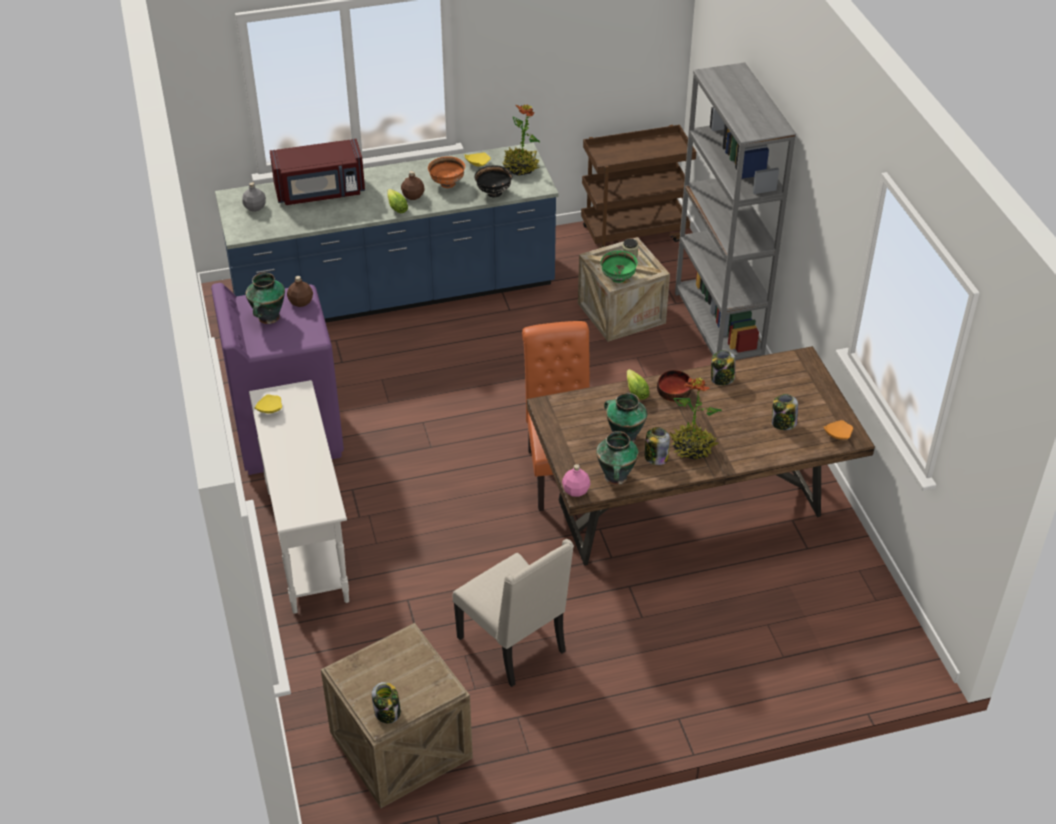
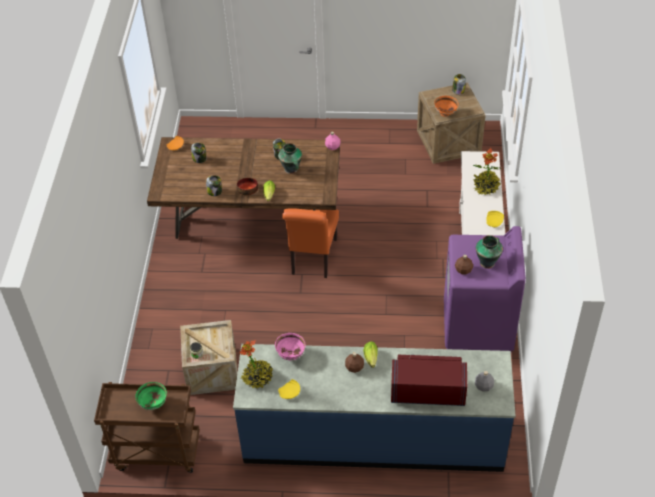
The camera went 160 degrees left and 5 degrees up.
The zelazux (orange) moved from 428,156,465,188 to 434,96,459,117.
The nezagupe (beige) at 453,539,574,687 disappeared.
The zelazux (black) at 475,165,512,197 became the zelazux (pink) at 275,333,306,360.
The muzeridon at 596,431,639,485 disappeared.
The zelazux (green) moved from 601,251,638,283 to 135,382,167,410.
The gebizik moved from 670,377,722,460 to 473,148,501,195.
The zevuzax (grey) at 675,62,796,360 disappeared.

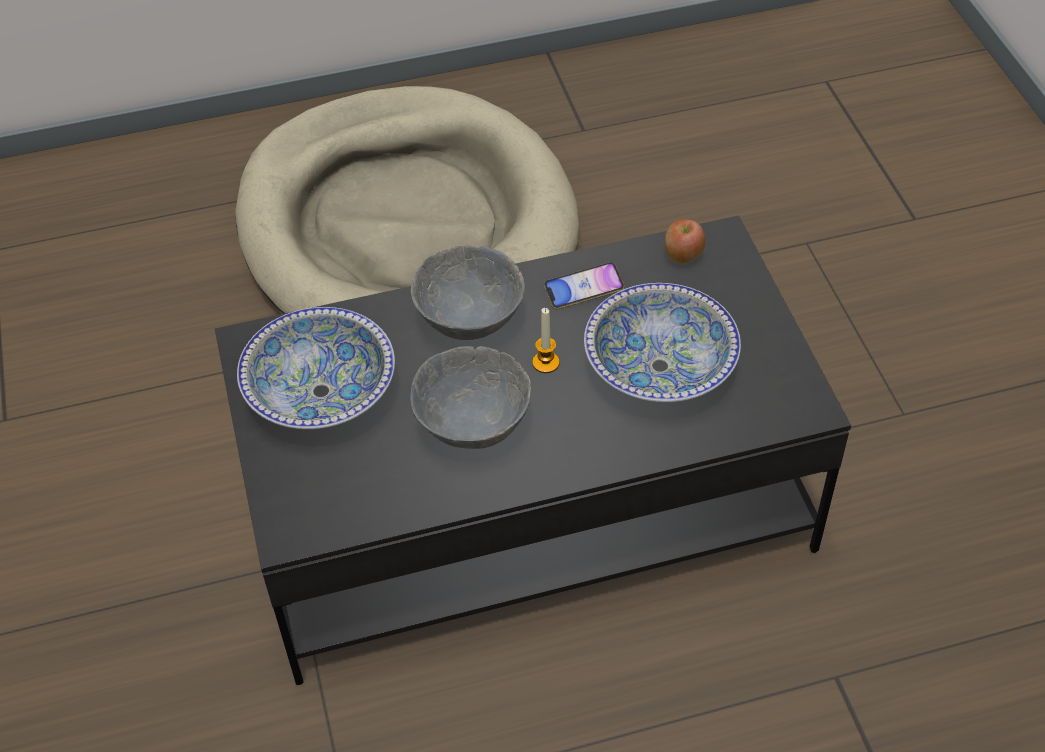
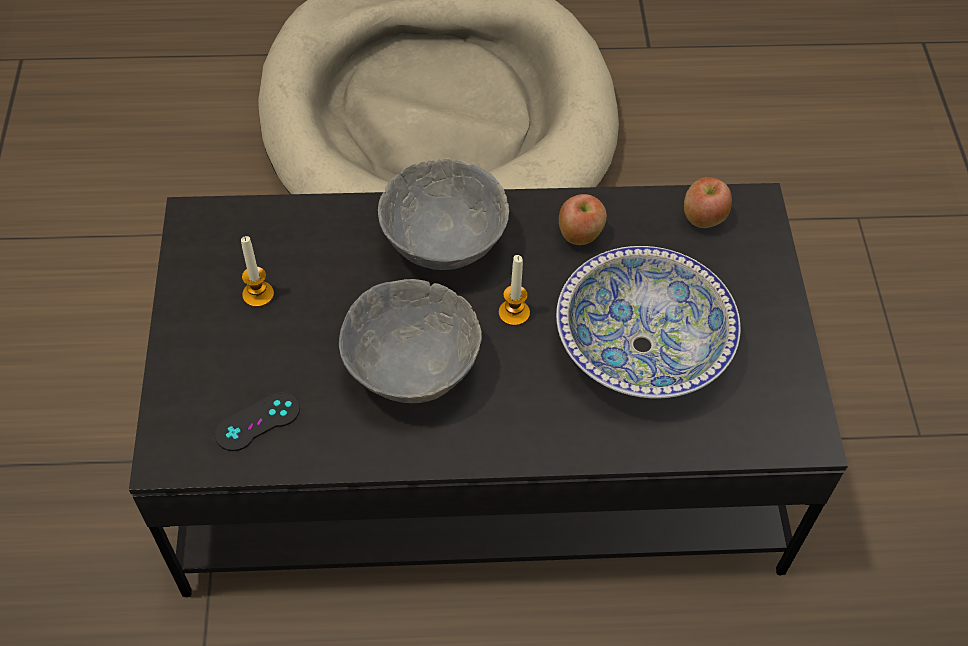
The camera went 10 degrees right and 5 degrees up.
The zelazux at 237,307,395,429 was replaced by the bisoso at 241,236,274,307.
The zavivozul at 544,262,625,310 was replaced by the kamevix at 559,194,607,245.
The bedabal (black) at 215,392,300,451 appeared.

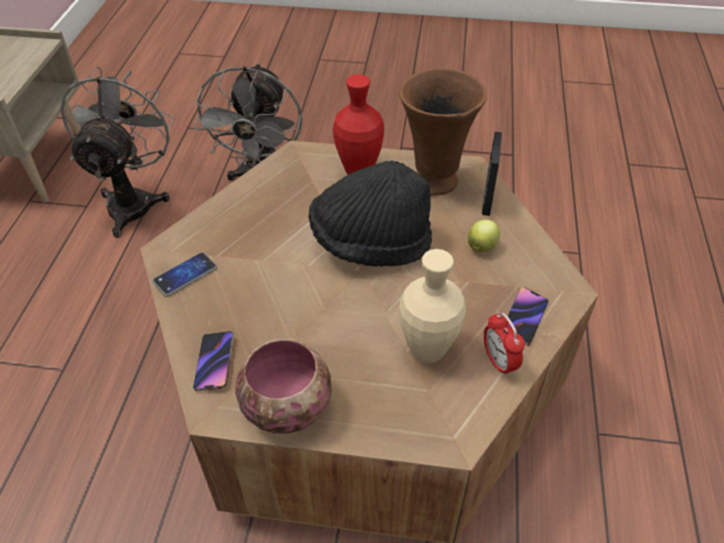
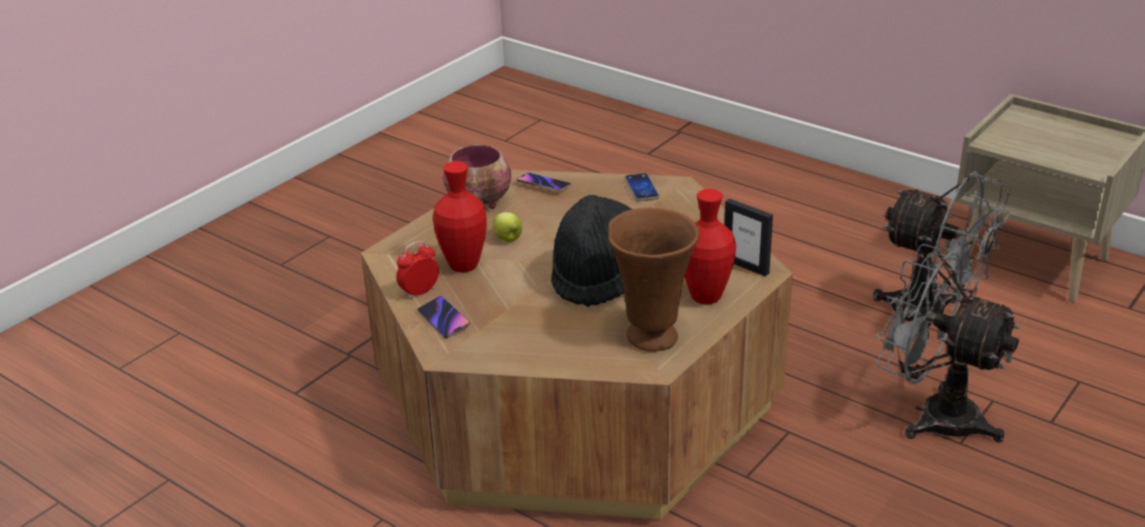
The camera went 120 degrees right and 15 degrees down.
The muzeridon (beige) at 399,249,466,363 became the muzeridon (red) at 433,161,487,273.
The kamevix moved from 468,220,500,252 to 493,212,522,242.
The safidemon moved from 482,132,502,216 to 724,199,773,276.
The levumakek at 484,312,525,376 turned 45 degrees counterclockwise.

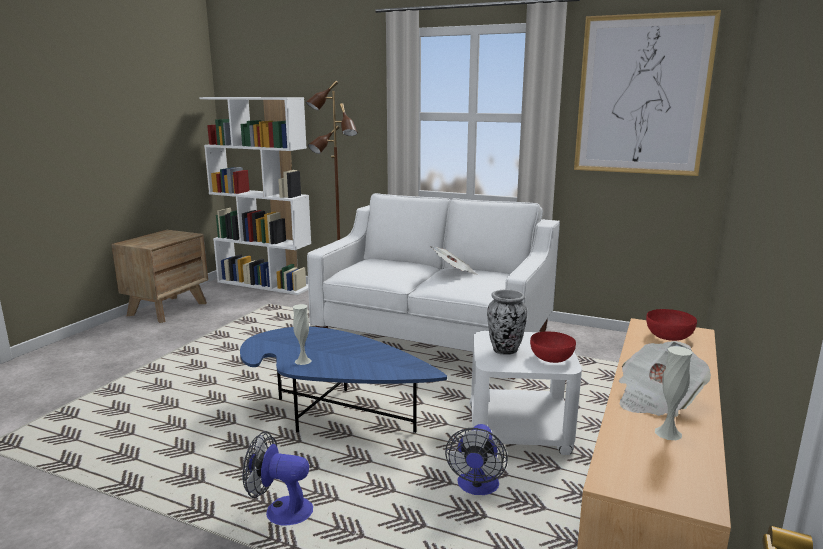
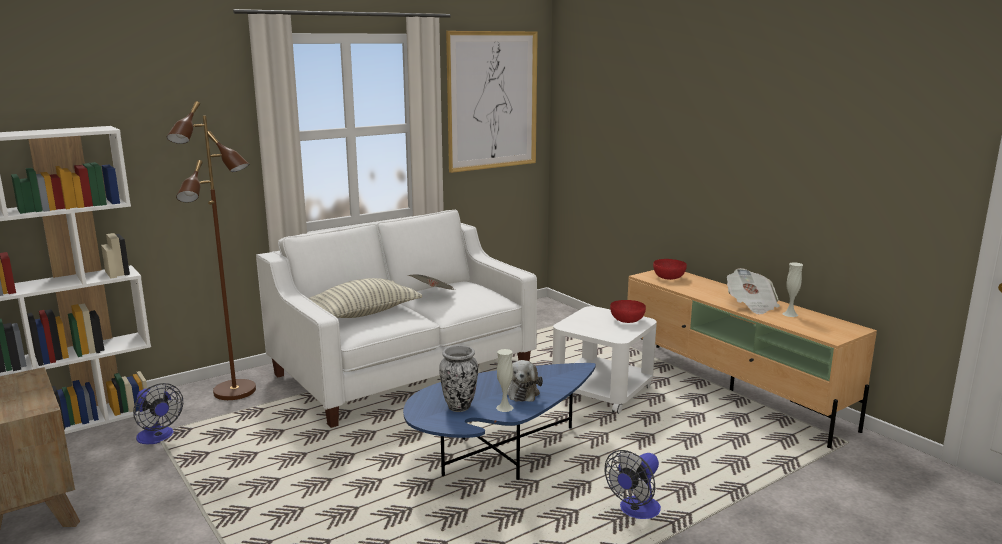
The camera went 60 degrees left and 0 degrees up.
The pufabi moved from 445,424,508,495 to 133,383,183,444.
The muzeridon moved from 487,290,527,355 to 439,345,478,412.
The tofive at 308,278,422,318 appeared.
The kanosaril at 507,360,543,402 appeared.

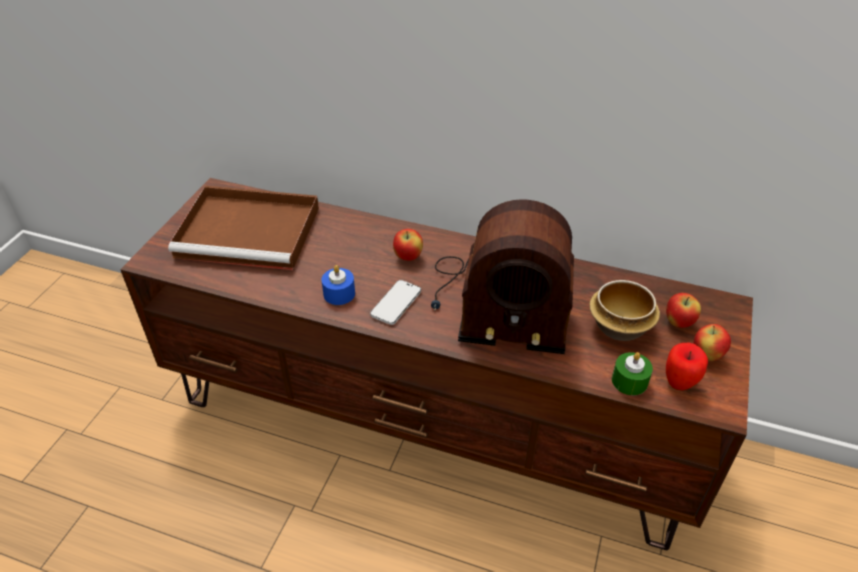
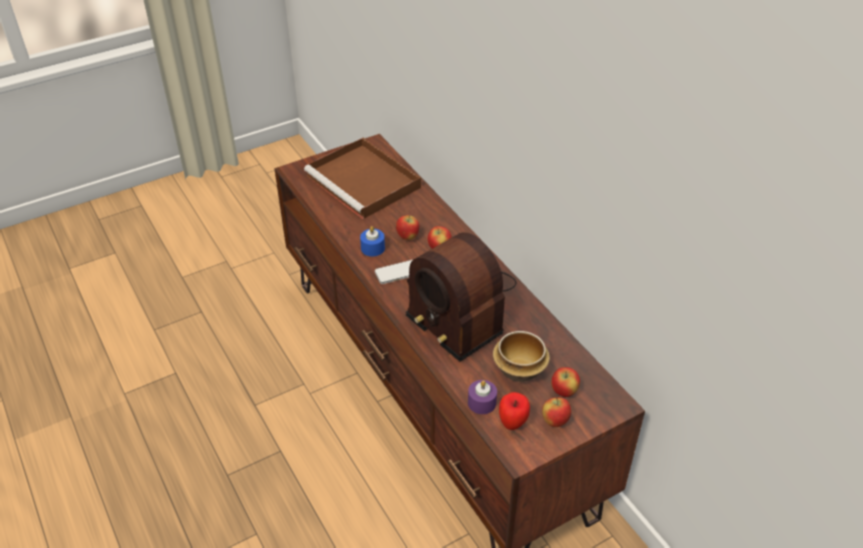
The camera went 40 degrees right and 0 degrees up.
The bisoso (green) at 612,352,653,395 became the bisoso (purple) at 468,380,497,414.
The kamevix at 396,215,419,240 appeared.

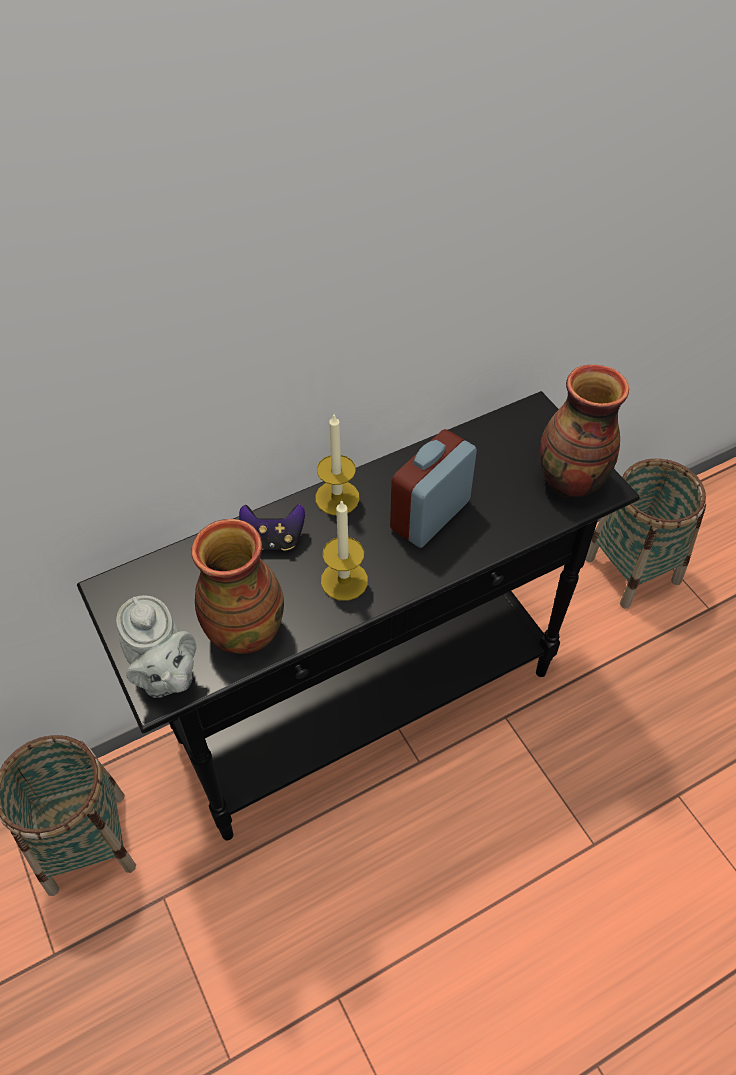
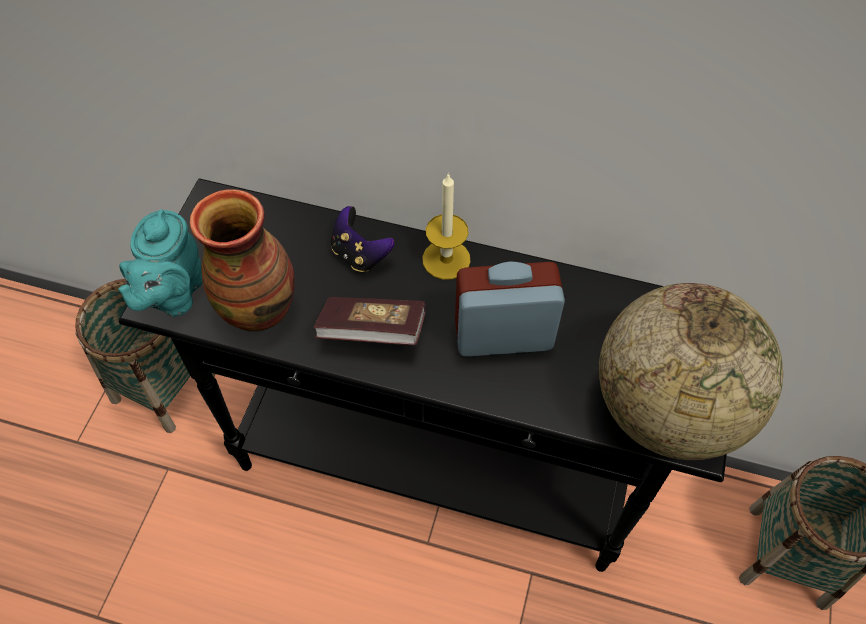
The camera went 45 degrees right and 5 degrees up.
The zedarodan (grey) at 116,595,196,698 became the zedarodan (turquoise) at 118,209,203,317.
The bisoso at 321,500,368,601 was replaced by the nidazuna at 314,297,426,345.
The muzeridon at 540,365,629,497 was replaced by the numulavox at 599,283,783,460.

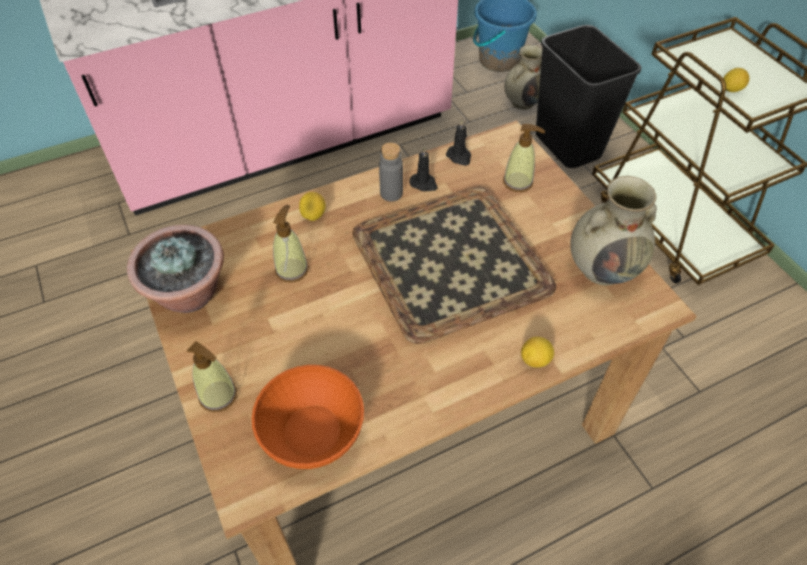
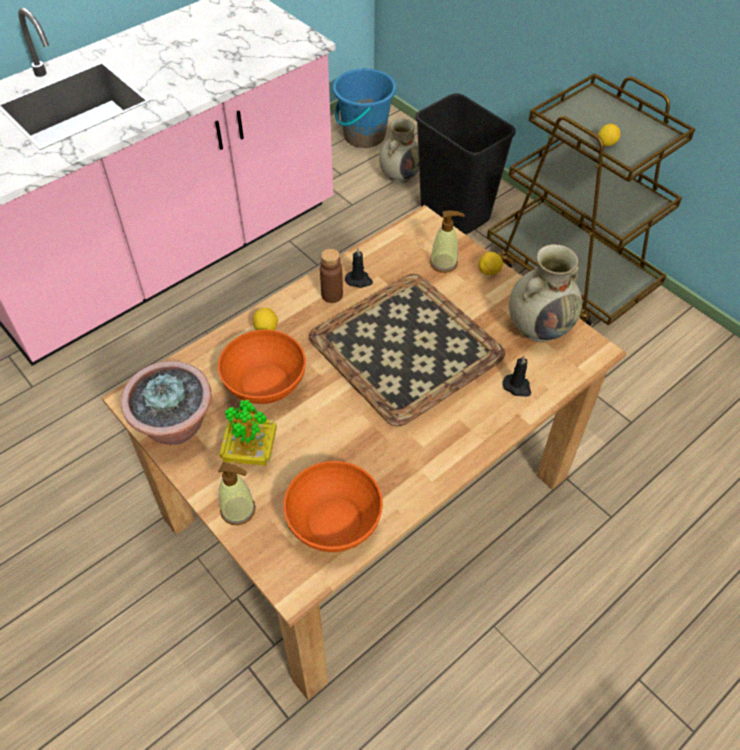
The camera went 15 degrees left and 0 degrees up.
The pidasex at 273,205,309,282 was replaced by the zelazux (orange) at 218,330,306,404.
The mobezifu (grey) at 379,142,403,201 became the mobezifu (brown) at 320,249,343,303.
The bisoso (black) moved from 446,120,471,166 to 502,355,531,397.
The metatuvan moved from 521,337,554,368 to 478,252,503,275.
The gebizik at 220,400,277,466 appeared.

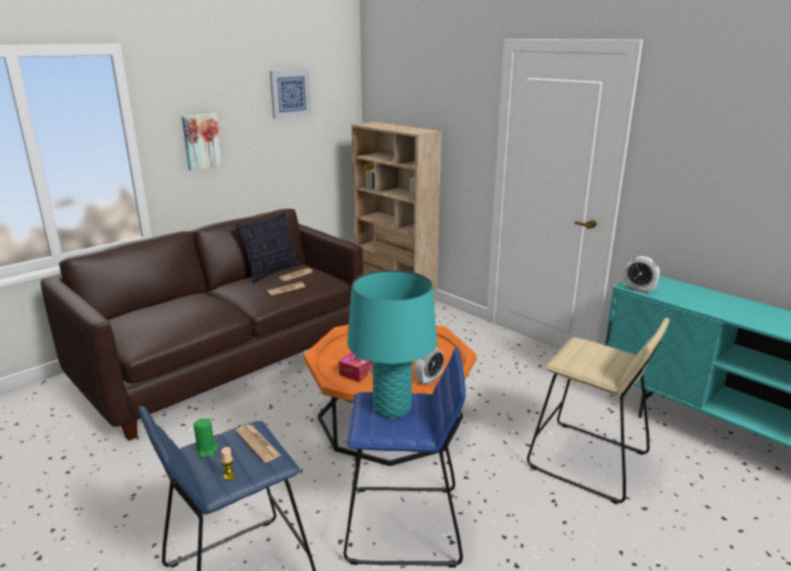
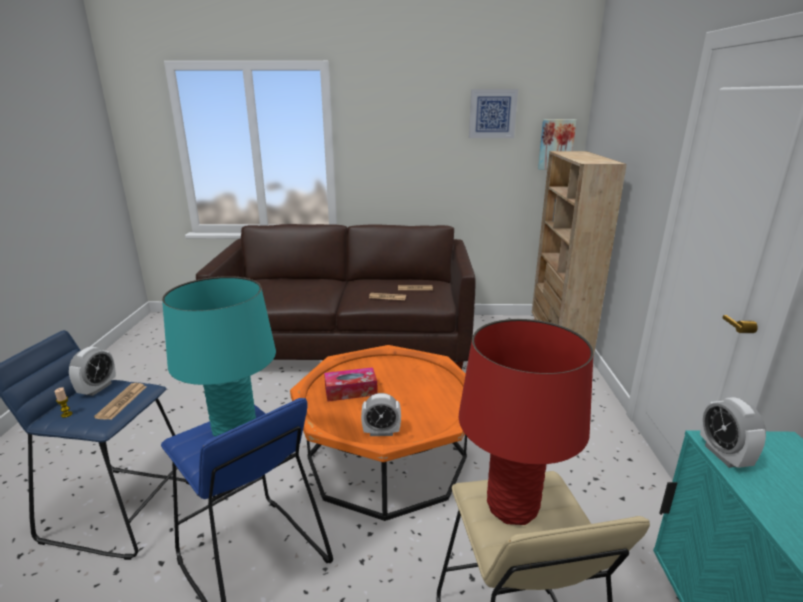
The camera went 45 degrees right and 0 degrees up.
The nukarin moved from 182,113,222,171 to 538,119,576,170.
The bisoso (green) at 194,418,218,458 was replaced by the levumakek at 69,347,116,396.
The tofive at 235,212,301,283 disappeared.
The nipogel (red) at 459,319,594,525 appeared.

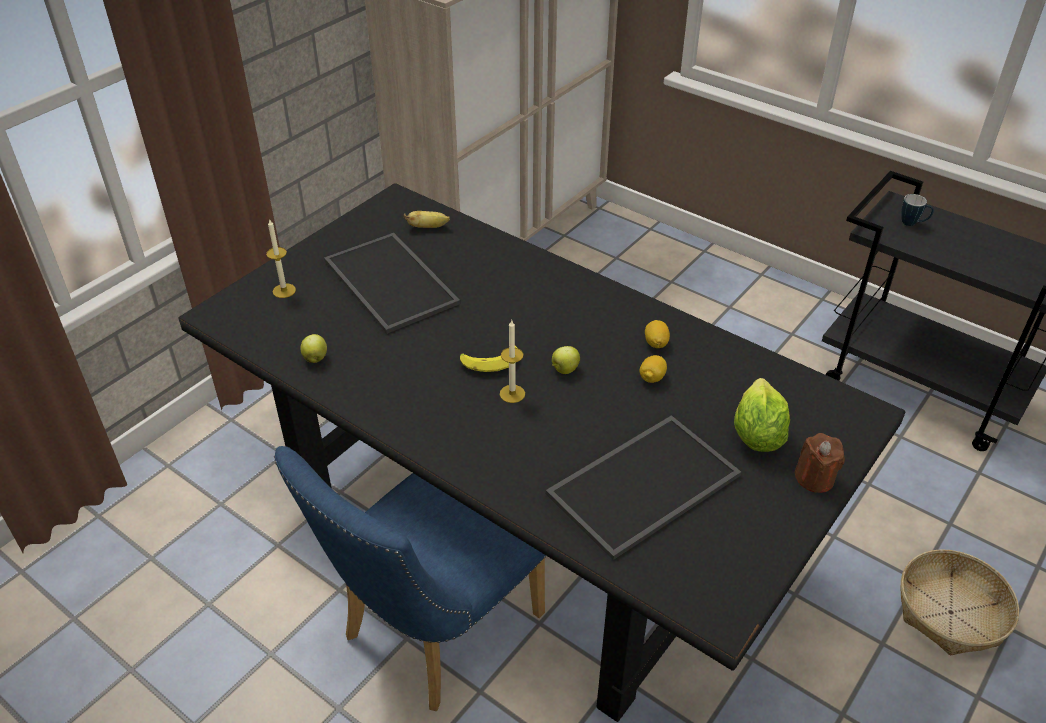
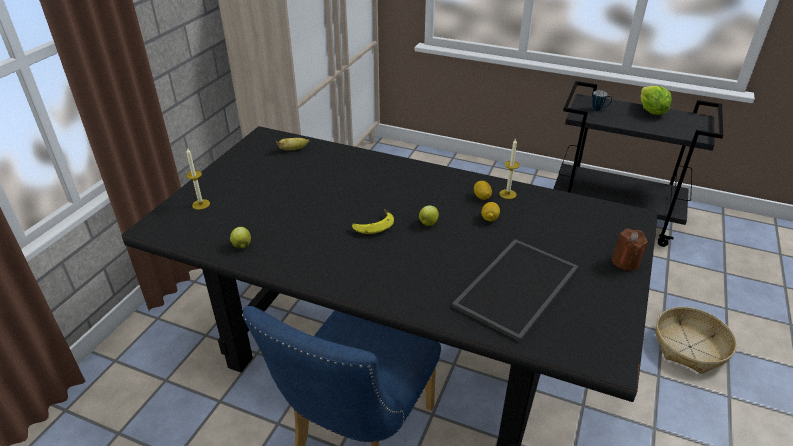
The camera went 15 degrees left and 5 degrees down.
The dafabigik at 324,233,460,334 disappeared.
The bisoso moved from 500,320,525,403 to 499,138,519,199.
The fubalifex moved from 734,378,790,452 to 640,86,672,115.

